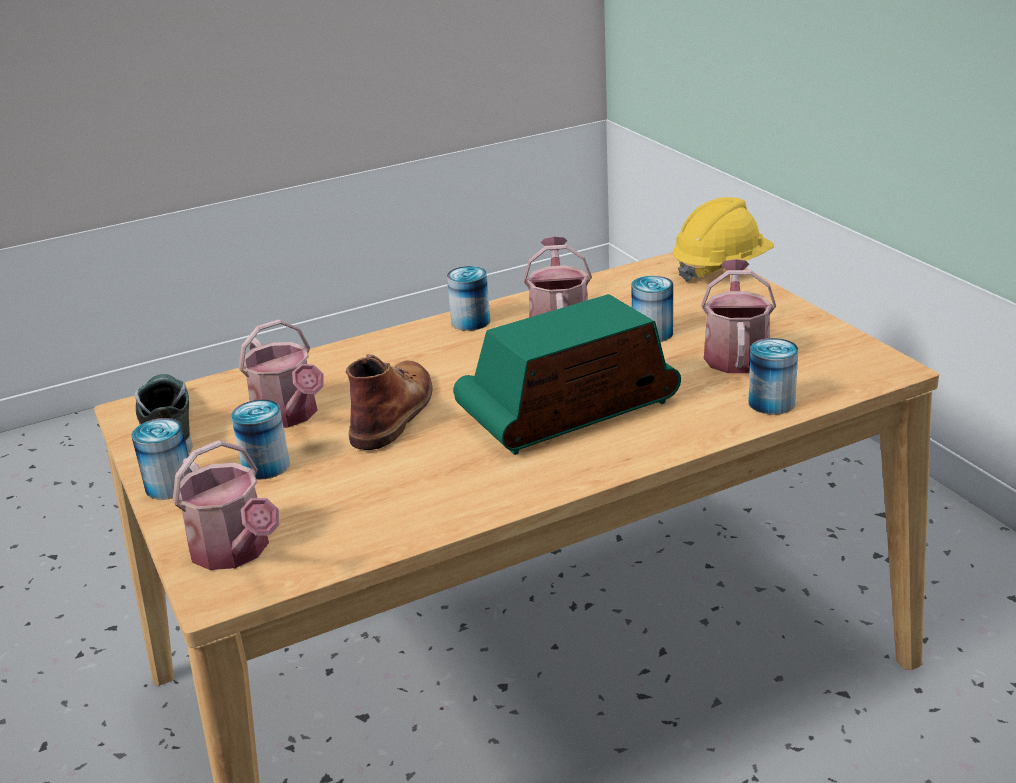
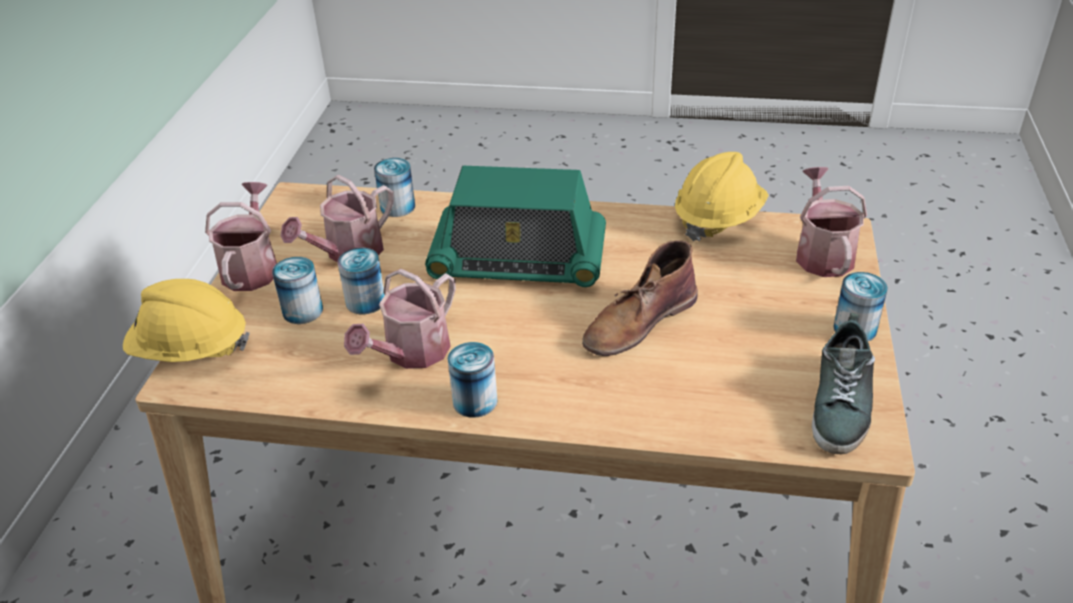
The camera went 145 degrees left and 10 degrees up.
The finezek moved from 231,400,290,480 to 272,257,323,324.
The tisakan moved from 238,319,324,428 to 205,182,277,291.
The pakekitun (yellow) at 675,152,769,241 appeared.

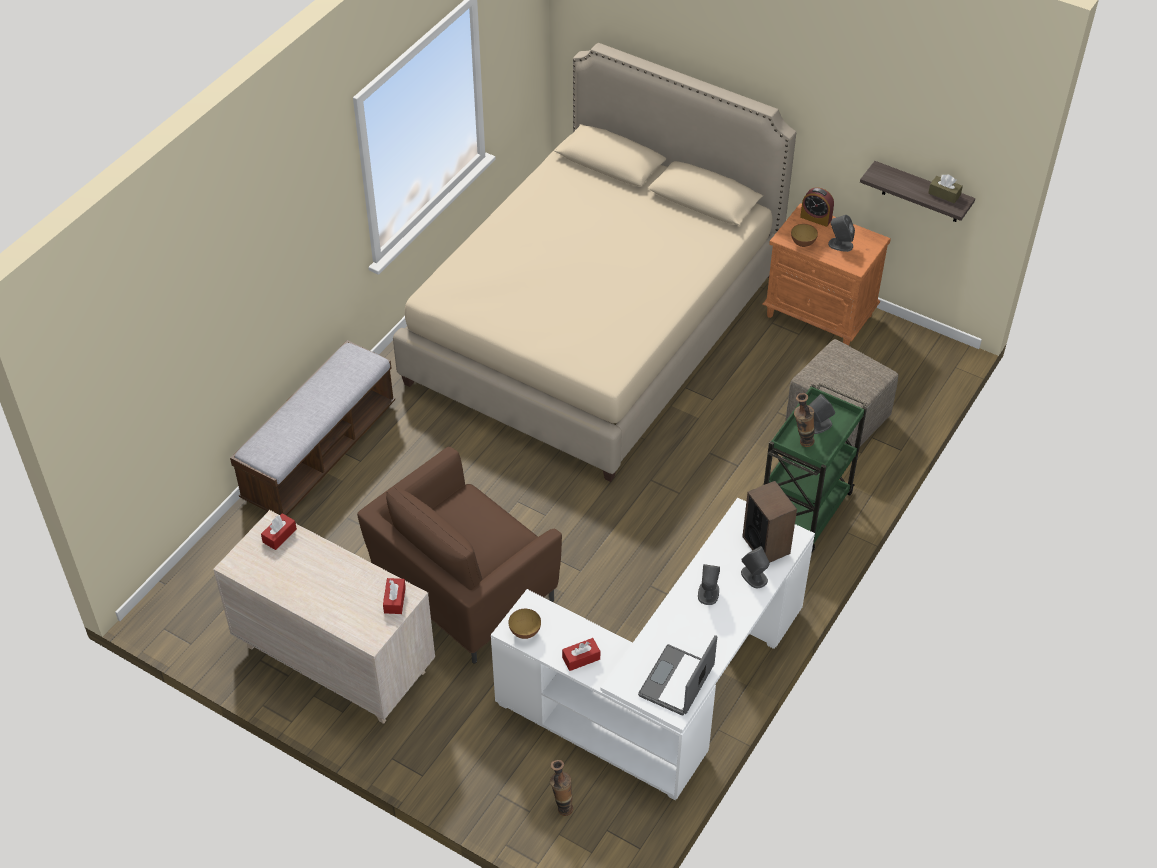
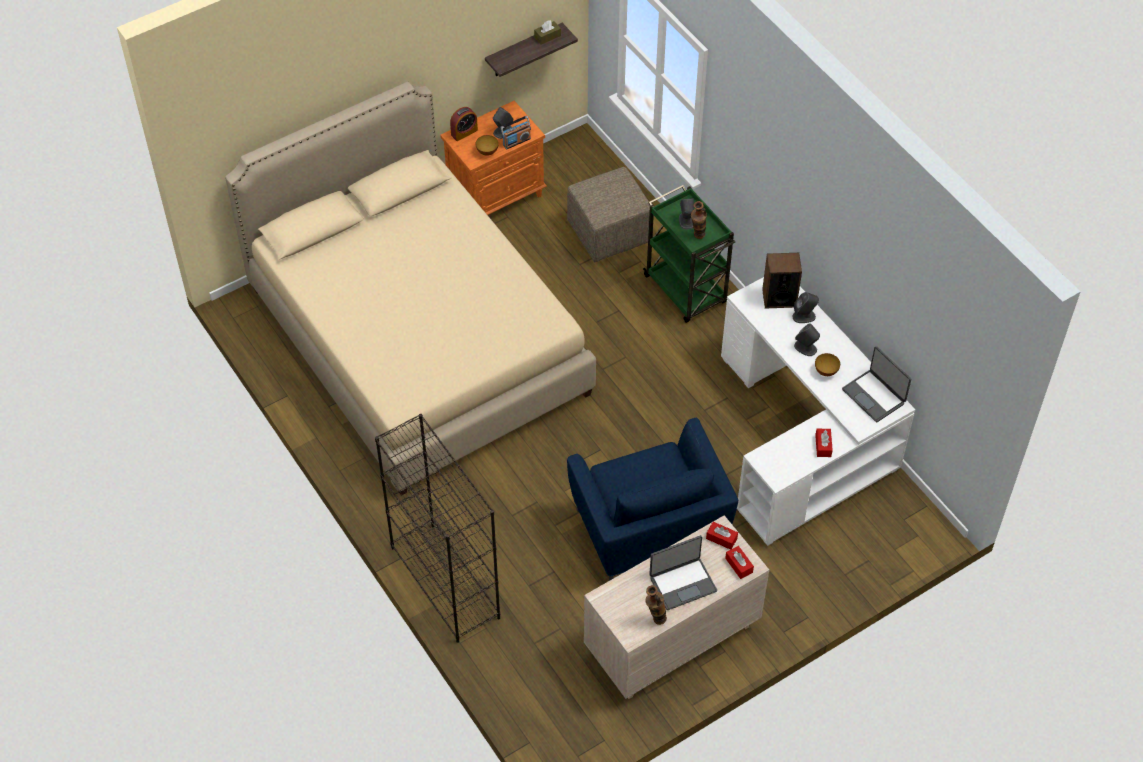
The camera went 65 degrees left and 5 degrees up.
The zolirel at 230,340,395,516 was replaced by the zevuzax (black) at 375,414,500,643.
The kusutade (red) moved from 261,513,297,550 to 725,546,754,579.
The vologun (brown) at 357,447,562,664 became the vologun (blue) at 567,418,738,581.
The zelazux moved from 509,609,541,639 to 815,353,840,376.
The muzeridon moved from 550,760,573,816 to 645,585,667,625.
The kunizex at 500,116,531,149 appeared.
The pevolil at 649,535,717,610 appeared.

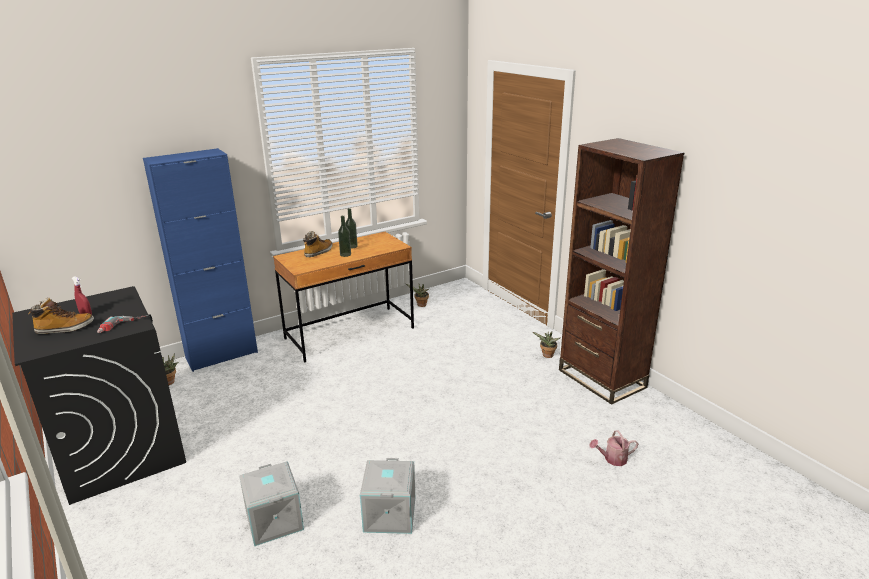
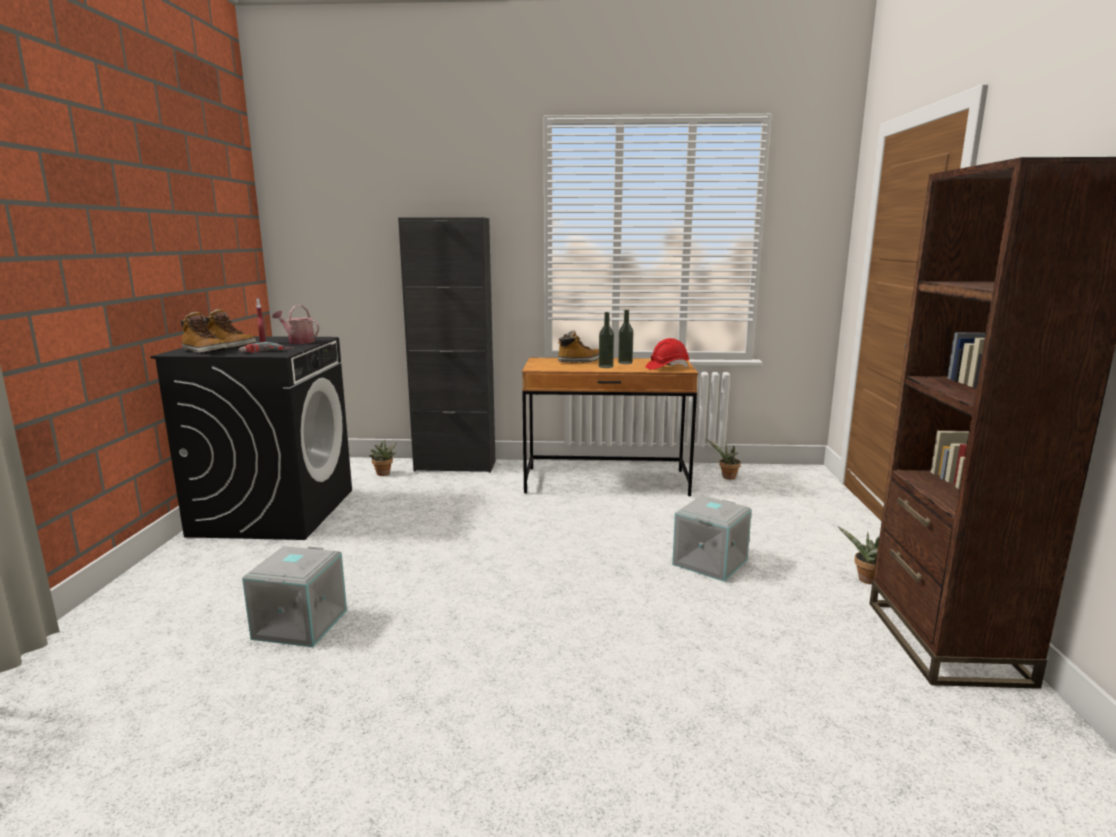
The camera went 35 degrees right and 10 degrees down.
The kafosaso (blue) at 143,148,258,372 became the kafosaso (black) at 398,217,495,473.
The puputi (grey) moved from 360,458,415,534 to 672,495,752,582.
The tisakan moved from 589,431,638,466 to 272,305,320,344.
The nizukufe at 180,312,228,354 appeared.
The pakekitun (red) at 646,338,689,370 appeared.

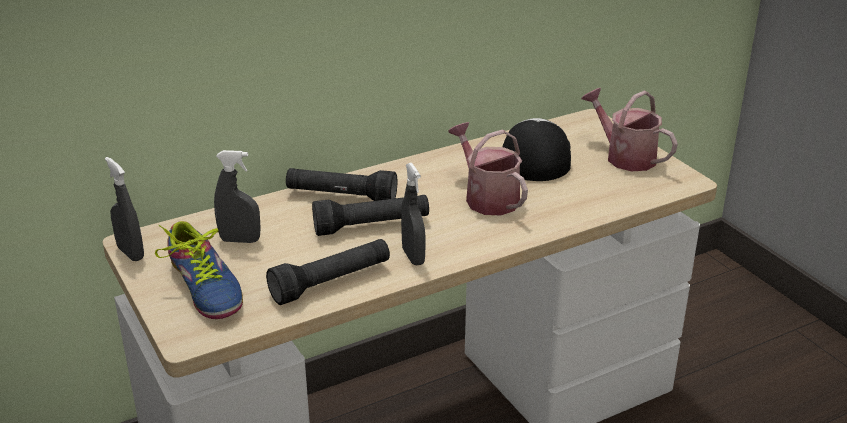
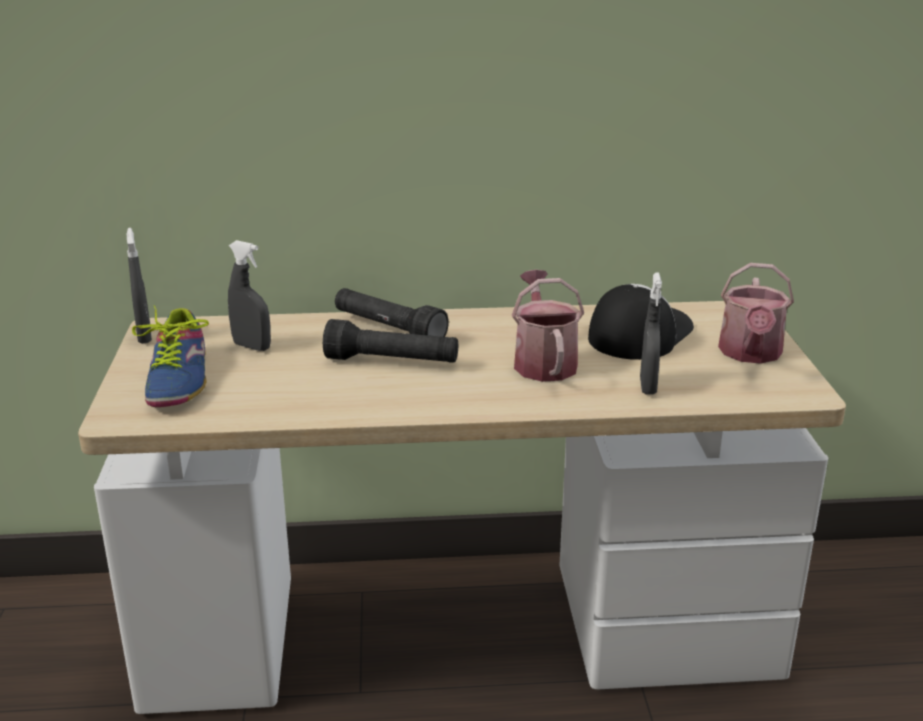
The camera went 25 degrees right and 5 degrees down.
The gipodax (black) at 266,239,390,305 disappeared.
The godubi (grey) moved from 401,163,425,265 to 640,272,662,395.
The tisakan at 581,88,678,171 turned 150 degrees counterclockwise.

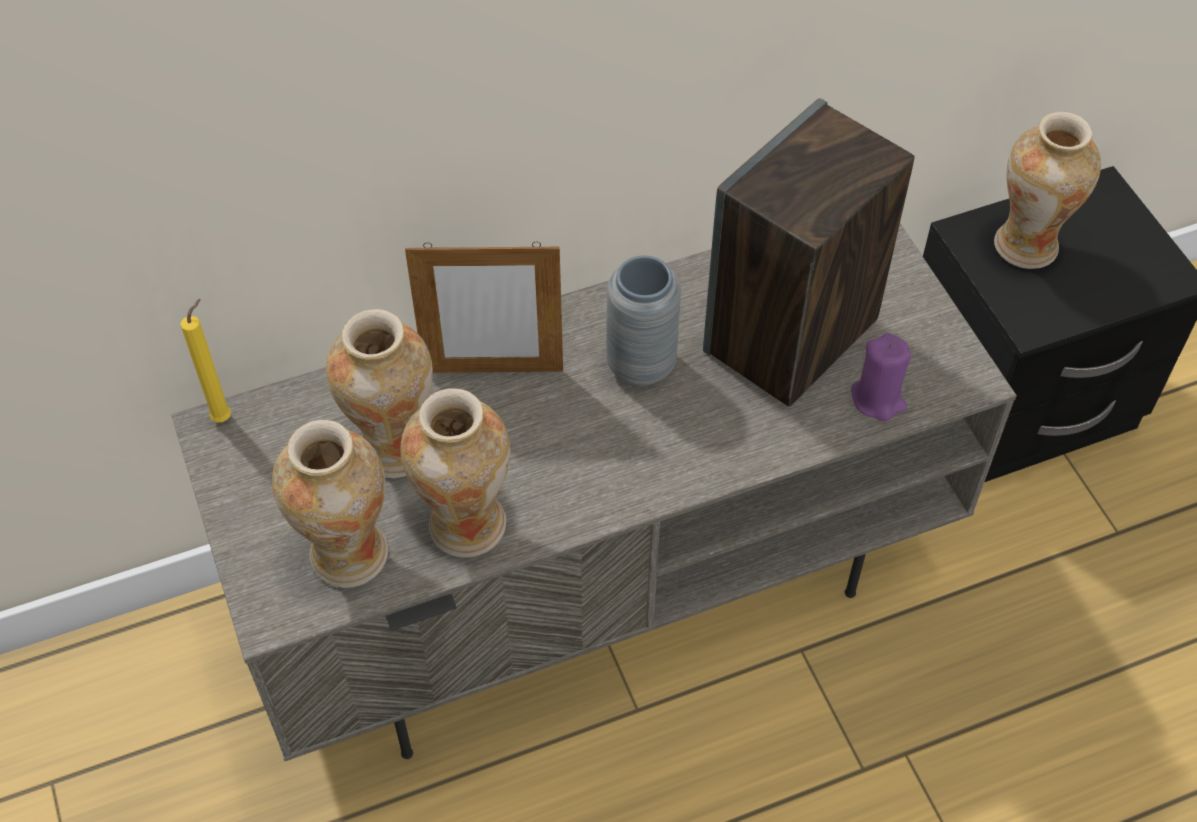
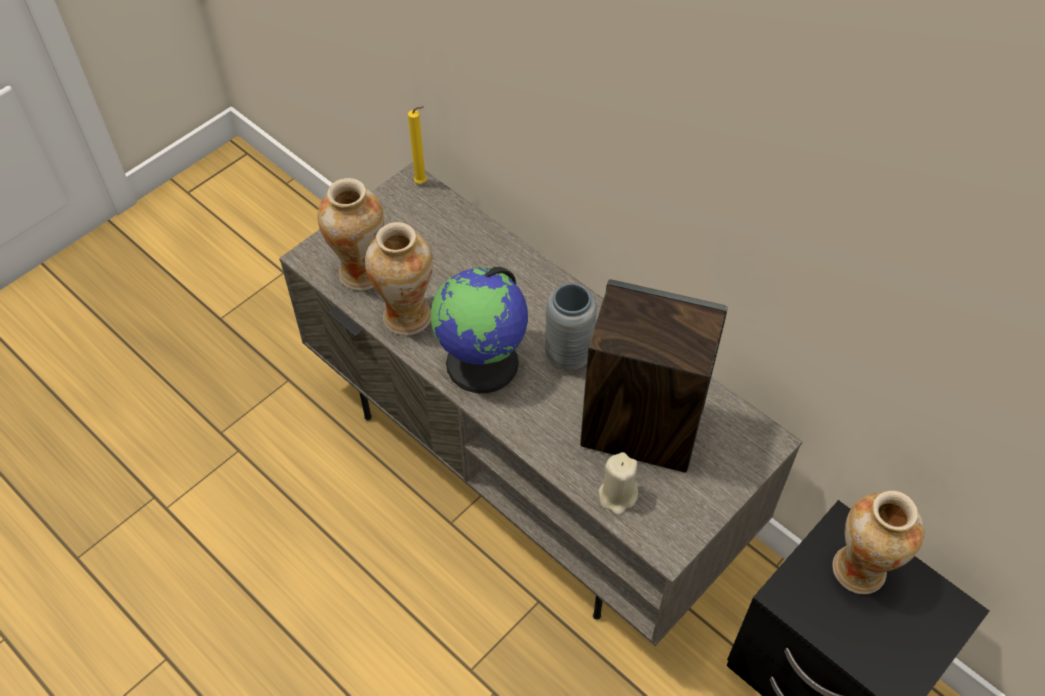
The camera went 65 degrees right and 0 degrees up.
The muzeridon at 326,309,433,478 disappeared.
The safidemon at 405,242,563,373 disappeared.
The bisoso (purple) at 851,333,911,421 became the bisoso (beige) at 599,452,638,515.
The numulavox at 431,267,528,393 appeared.

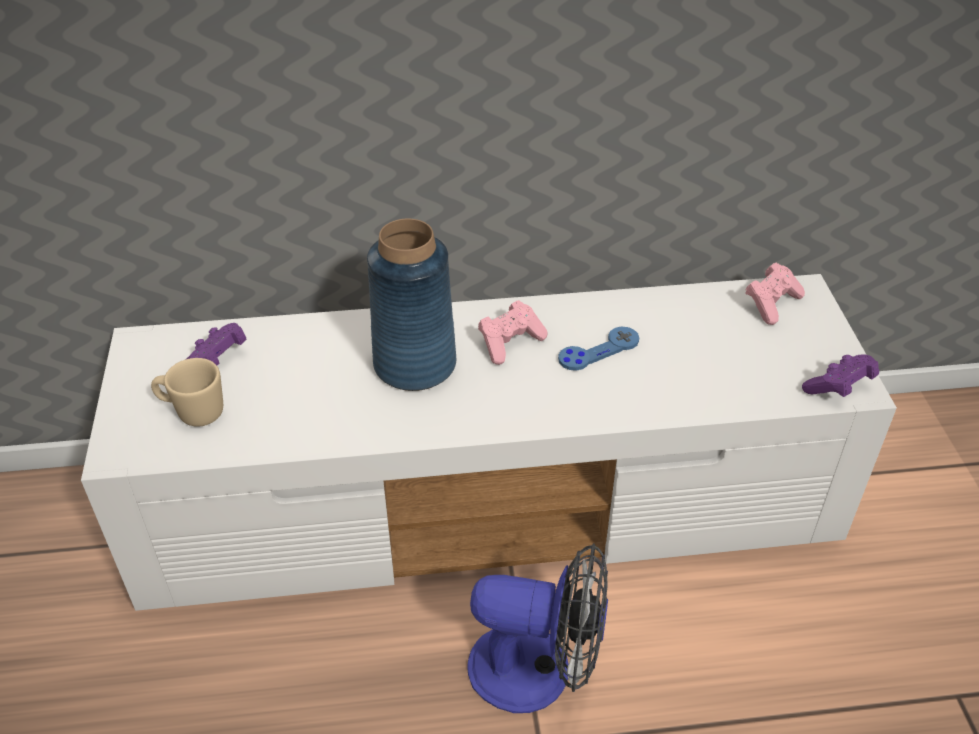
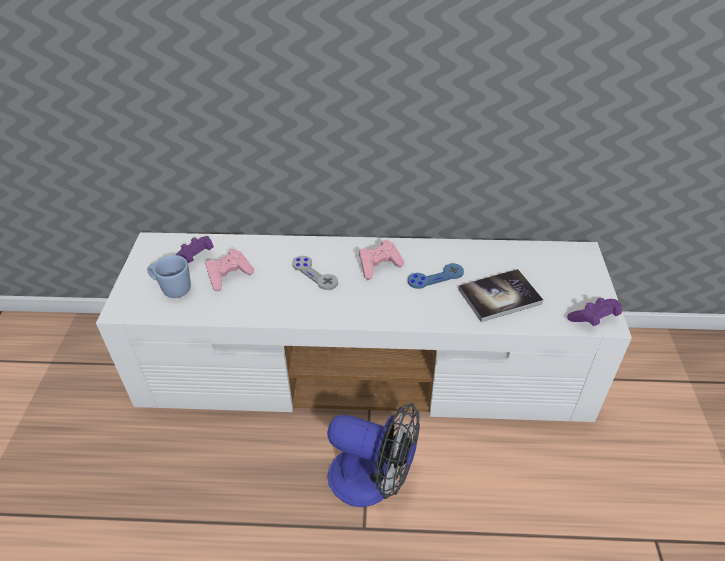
The camera went 10 degrees right and 0 degrees up.
The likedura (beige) at 151,358,223,427 became the likedura (blue) at 147,255,191,298.
The muzeridon (blue) at 367,219,456,391 was replaced by the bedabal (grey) at 292,256,338,290.
The bedabal (pink) moved from 745,263,805,325 to 206,248,254,291.
The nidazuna at 458,269,543,322 appeared.

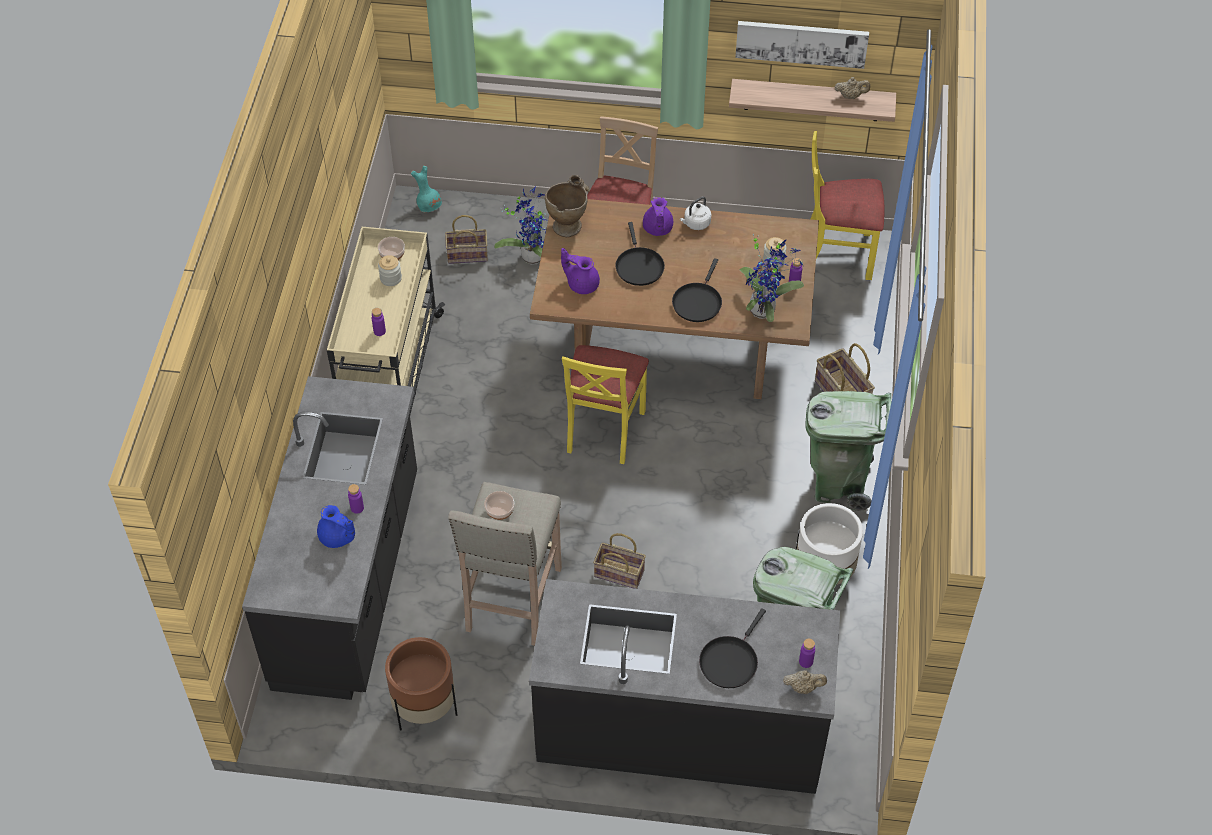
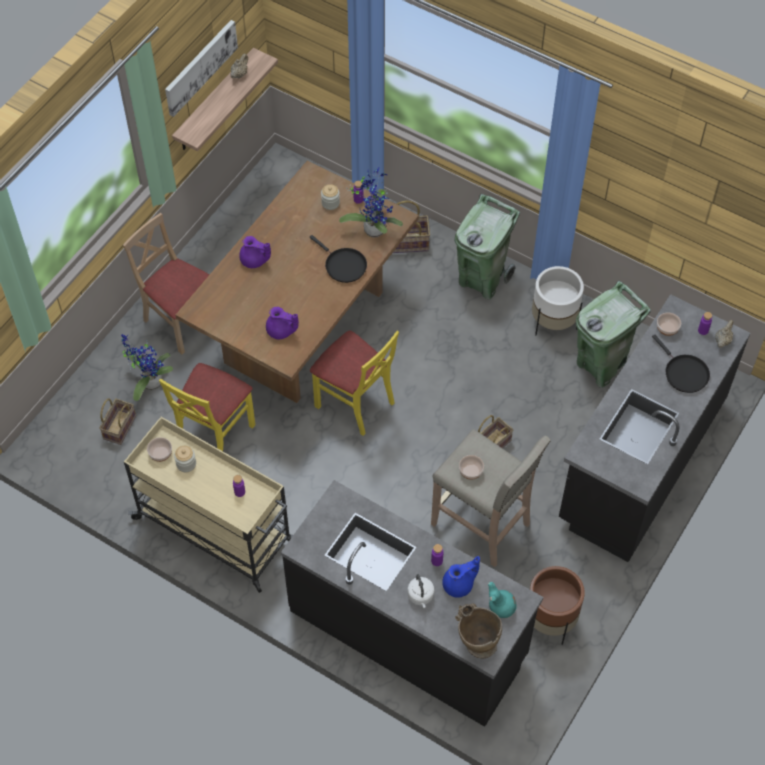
The camera went 65 degrees left and 5 degrees up.
The muzeridon (turquoise) moved from 411,166,442,212 to 488,582,517,619.
The muzeridon (beige) moved from 545,175,590,237 to 455,603,502,659.
The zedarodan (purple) at 561,248,600,294 turned 120 degrees counterclockwise.
The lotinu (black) at 615,222,665,286 disappeared.
The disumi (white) moved from 680,197,711,230 to 407,574,434,608.
The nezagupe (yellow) moved from 811,131,885,280 to 159,363,256,451.
The zelazux at 657,312,681,336 appeared.

